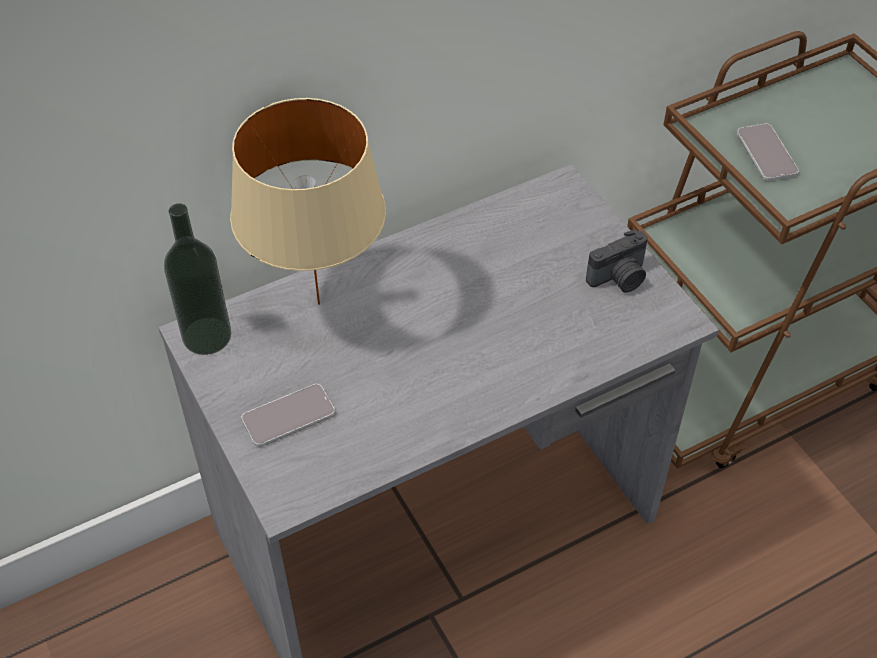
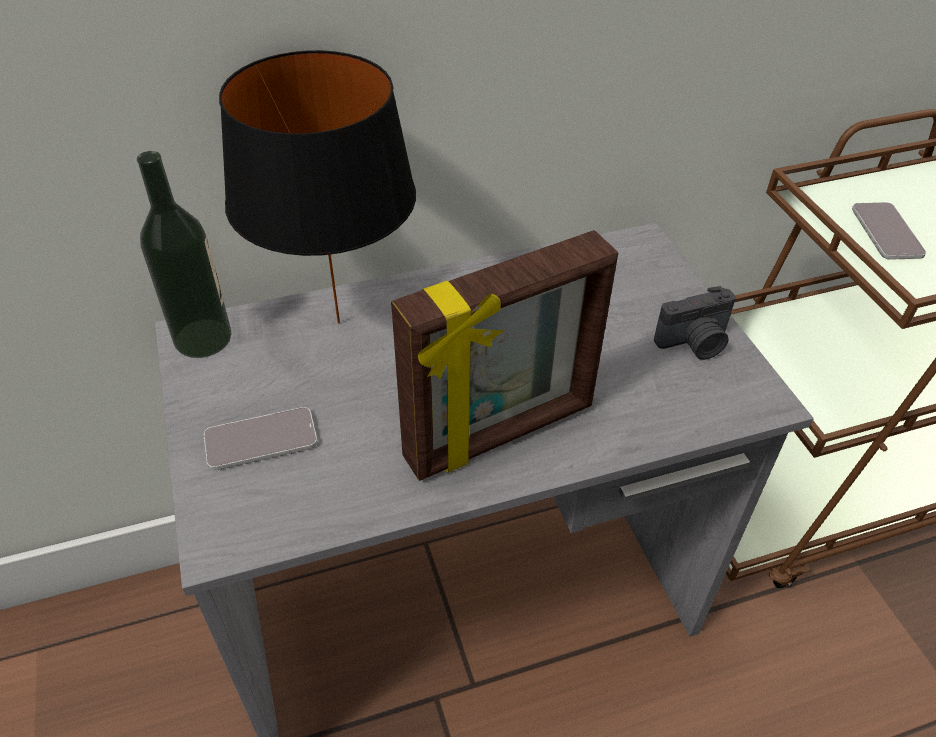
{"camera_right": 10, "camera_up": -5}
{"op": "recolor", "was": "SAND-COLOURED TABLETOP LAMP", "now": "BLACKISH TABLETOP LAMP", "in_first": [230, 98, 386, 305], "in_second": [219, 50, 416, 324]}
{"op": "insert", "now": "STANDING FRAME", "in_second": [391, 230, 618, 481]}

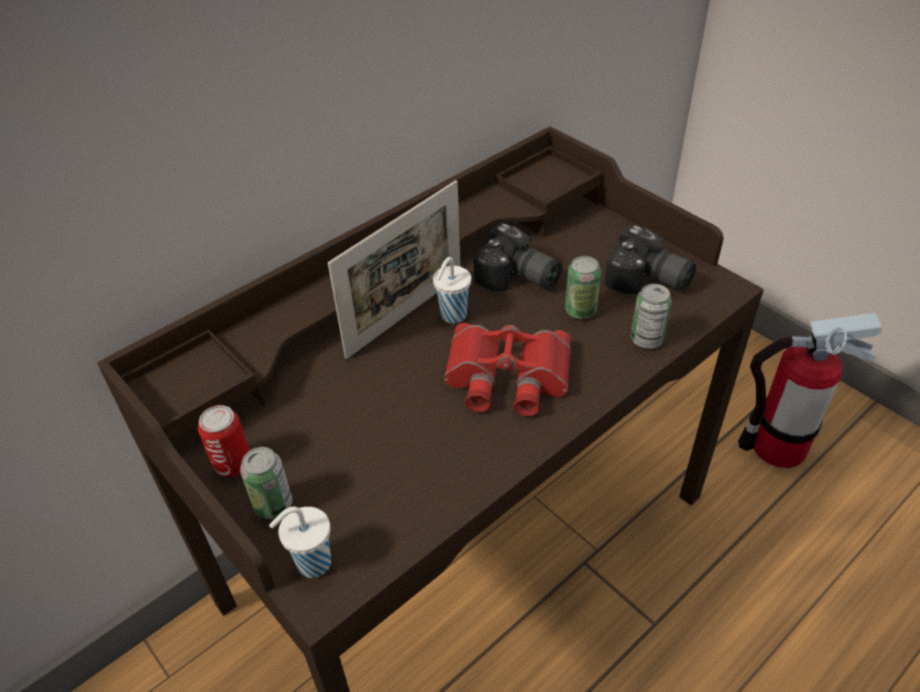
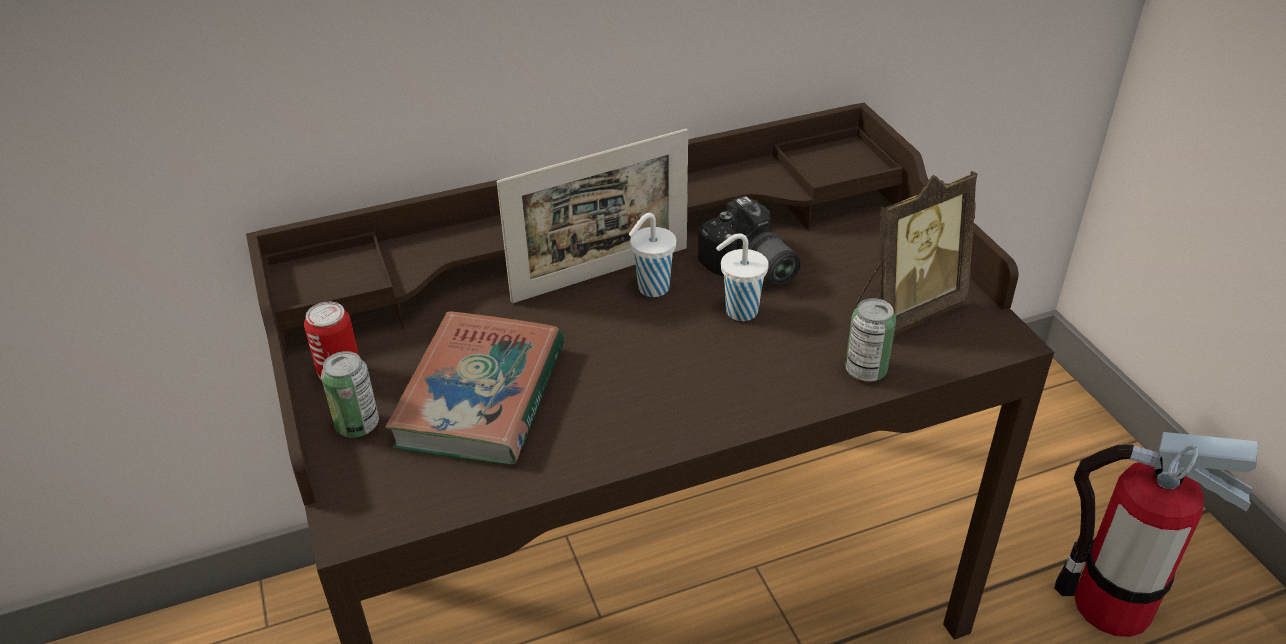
{"camera_right": 20, "camera_up": -5}
{"op": "move", "was": "WHITE-COLOURED SMALL CUP", "in_first": [269, 507, 331, 578], "in_second": [716, 233, 769, 321]}
{"op": "delete", "was": "REDDISH PAIR OF BINOCULARS", "in_first": [444, 323, 571, 416]}
{"op": "delete", "was": "CAN", "in_first": [565, 256, 601, 319]}
{"op": "replace", "was": "PHOTO CAMERA", "now": "STANDING FRAME", "in_first": [604, 225, 696, 294], "in_second": [857, 171, 977, 331]}
{"op": "insert", "now": "VOLUME", "in_second": [385, 311, 564, 465]}

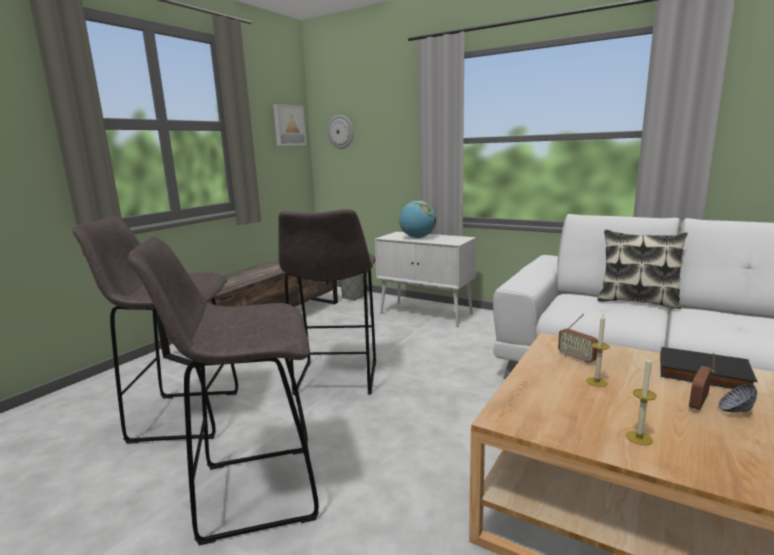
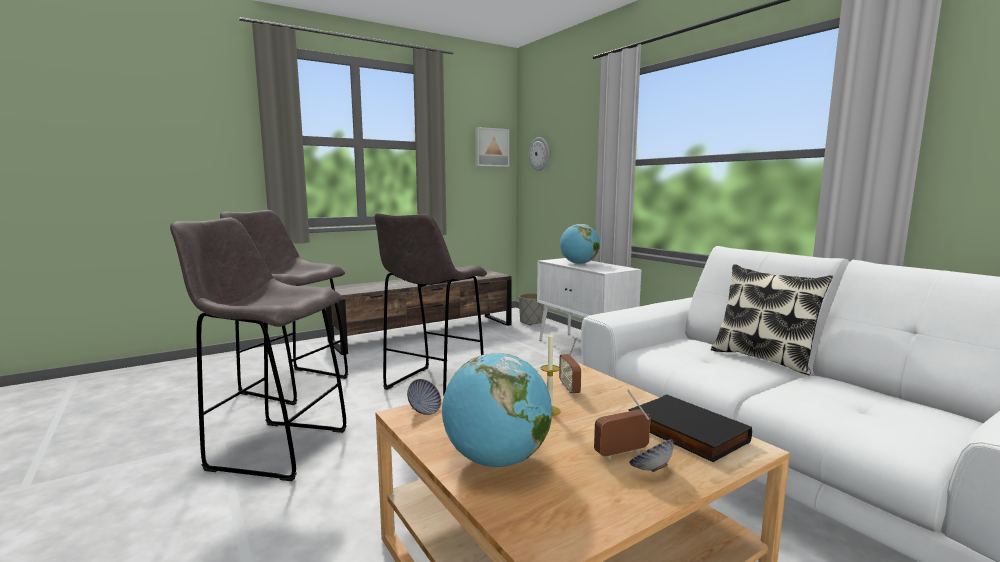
{"camera_right": 25, "camera_up": -5}
{"op": "replace", "was": "CANDLE", "now": "WORLD GLOBE", "in_first": [626, 355, 657, 445], "in_second": [442, 353, 552, 467]}
{"op": "insert", "now": "SERVING BOWL", "in_second": [407, 379, 441, 415]}

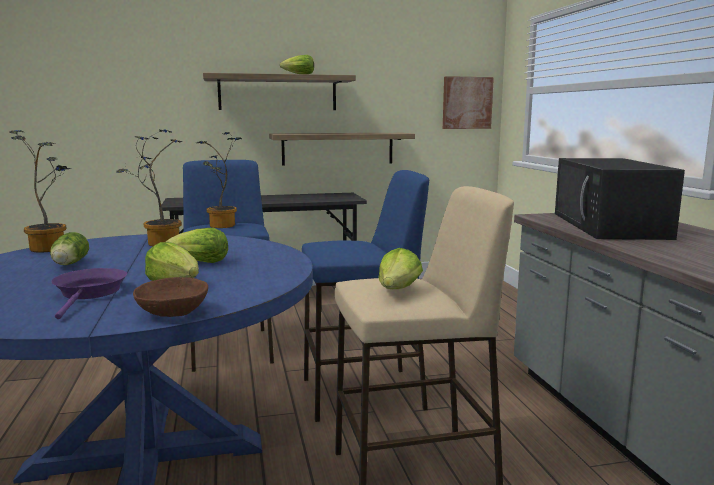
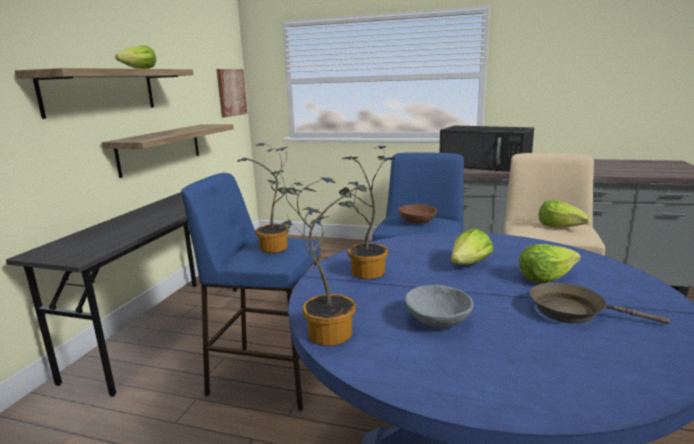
{"camera_right": -60, "camera_up": 5}
{"op": "replace", "was": "LETTUCE", "now": "GREY SERVING BOWL", "in_first": [50, 232, 89, 265], "in_second": [405, 285, 473, 328]}
{"op": "recolor", "was": "PURPLE-COLOURED SKILLET", "now": "BROWN SKILLET", "in_first": [51, 268, 127, 319], "in_second": [530, 283, 670, 324]}
{"op": "move", "was": "BROWN SERVING BOWL", "in_first": [133, 277, 208, 317], "in_second": [398, 204, 437, 224]}

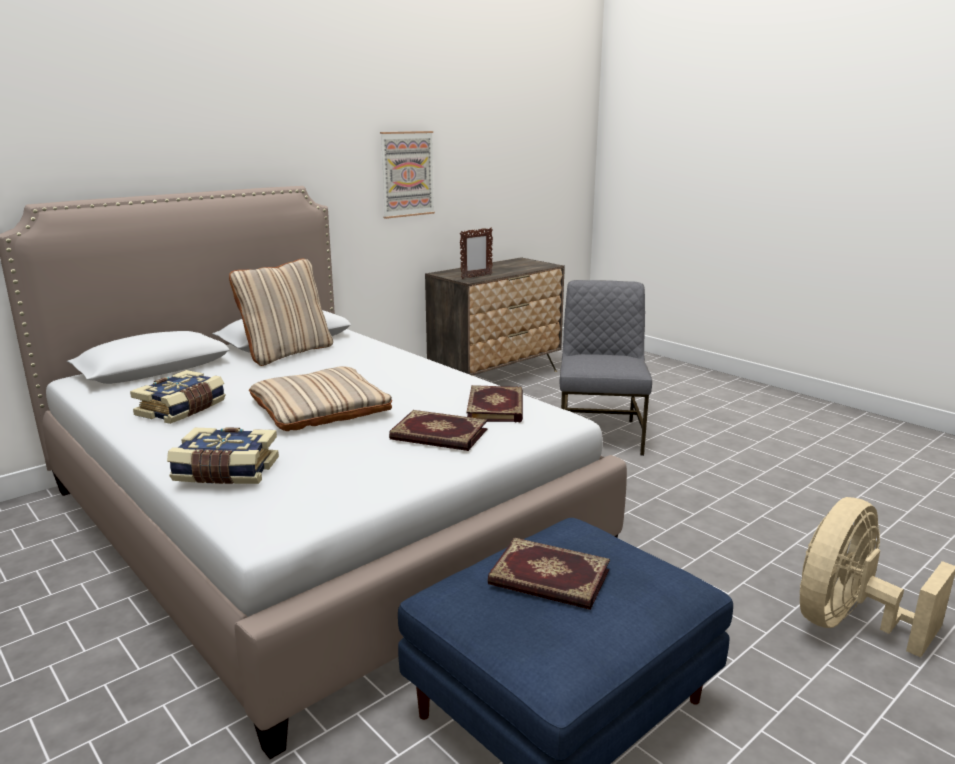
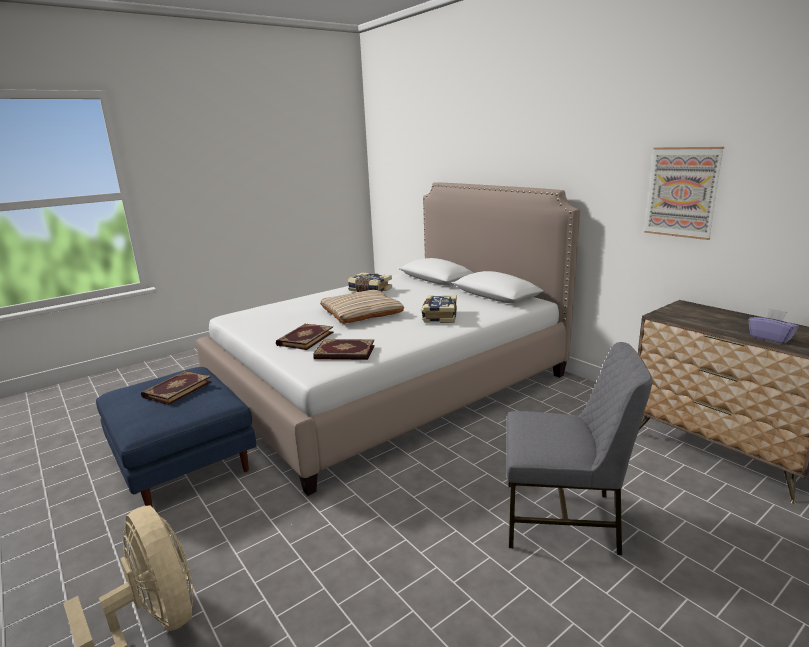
{"camera_right": 95, "camera_up": 0}
{"op": "move", "was": "VOLUME", "in_first": [167, 427, 279, 484], "in_second": [422, 295, 457, 323]}
{"op": "delete", "was": "SAND-COLOURED THROW PILLOW", "in_first": [229, 259, 333, 366]}
{"op": "delete", "was": "STANDING FRAME", "in_first": [460, 227, 493, 279]}
{"op": "insert", "now": "PURPLE-COLOURED TISSUE HOLDER", "in_second": [749, 308, 799, 344]}

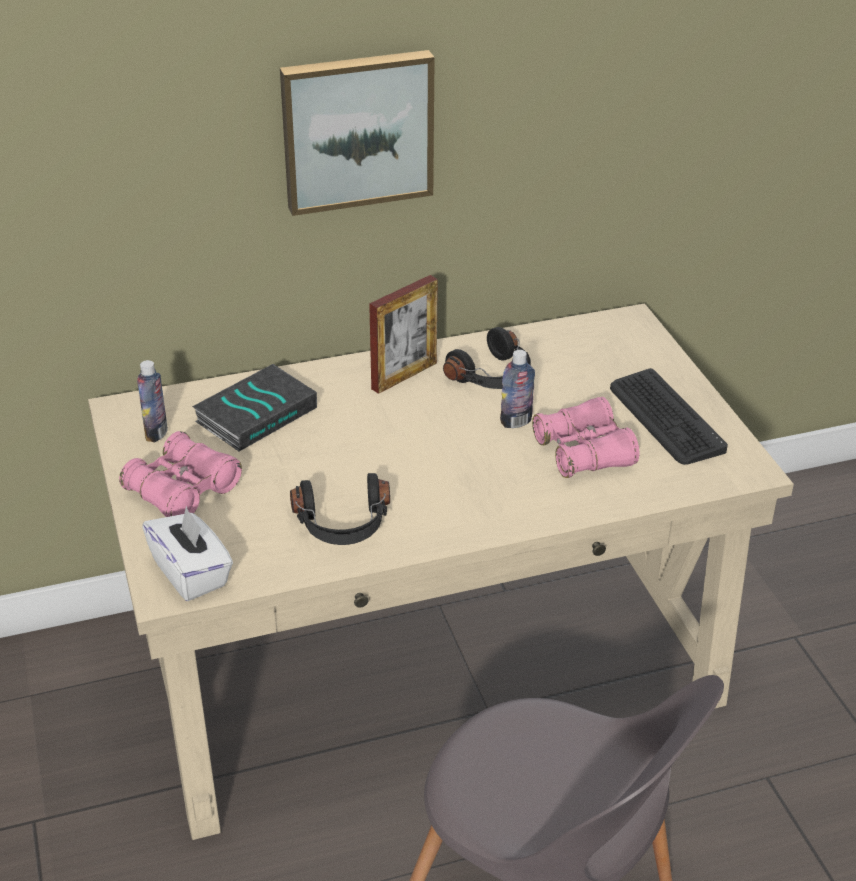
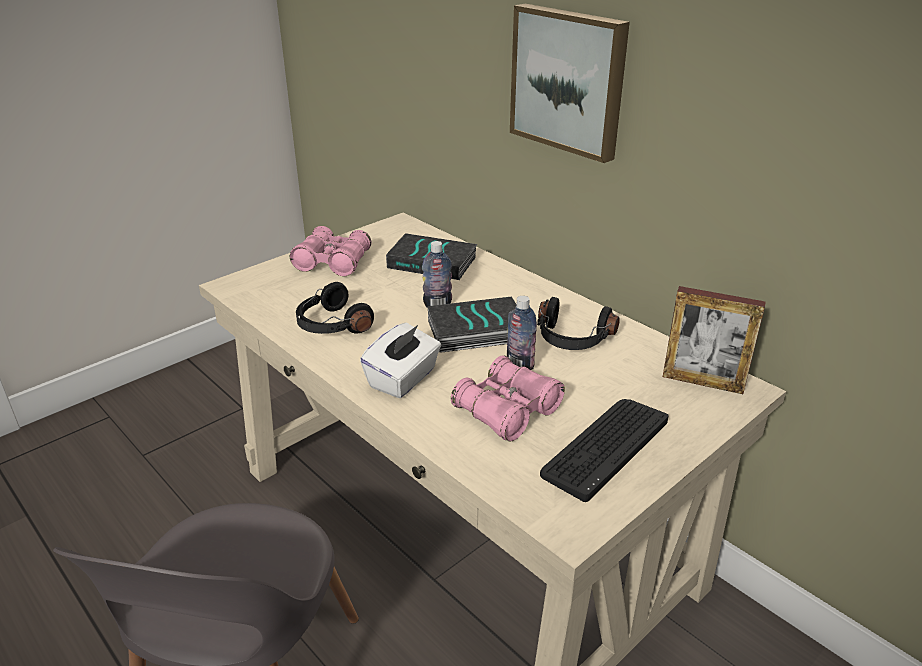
{"camera_right": 65, "camera_up": -5}
{"op": "move", "was": "DRINK BOTTLE", "in_first": [137, 360, 168, 442], "in_second": [422, 241, 452, 308]}
{"op": "move", "was": "WHITE-COLOURED TISSUE HOLDER", "in_first": [142, 506, 233, 601], "in_second": [360, 323, 441, 398]}
{"op": "move", "was": "STANDING FRAME", "in_first": [369, 275, 438, 394], "in_second": [663, 286, 766, 394]}
{"op": "insert", "now": "VOLUME", "in_second": [428, 297, 516, 353]}

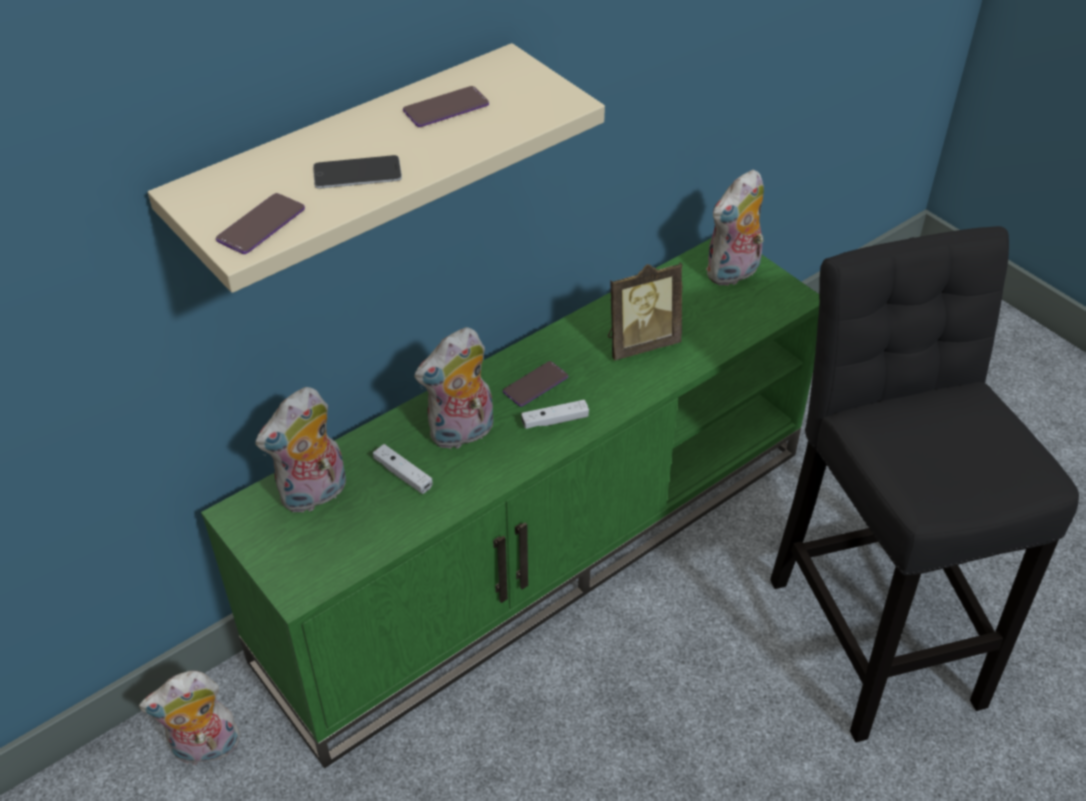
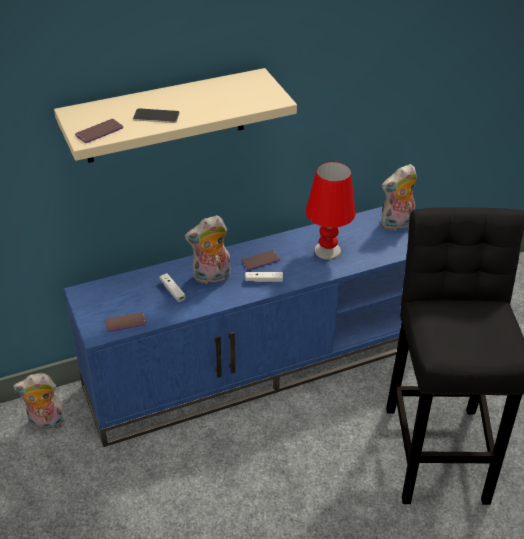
{"camera_right": 15, "camera_up": -5}
{"op": "recolor", "was": "GREEN TV UNIT", "now": "BLUISH TV UNIT", "in_first": [201, 238, 819, 768], "in_second": [64, 207, 409, 447]}
{"op": "delete", "was": "SOFT TOY", "in_first": [255, 387, 346, 512]}
{"op": "move", "was": "HANDSET", "in_first": [403, 86, 489, 127], "in_second": [105, 312, 146, 332]}
{"op": "replace", "was": "STANDING FRAME", "now": "REDDISH TABLETOP LAMP", "in_first": [608, 262, 683, 360], "in_second": [306, 162, 356, 260]}

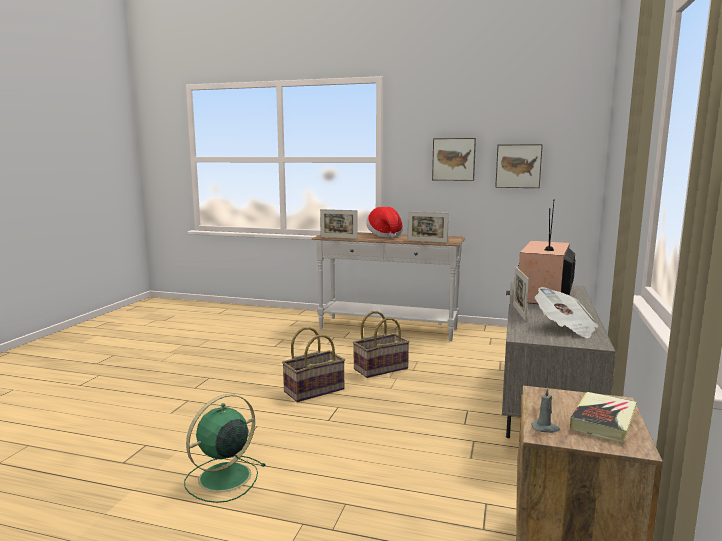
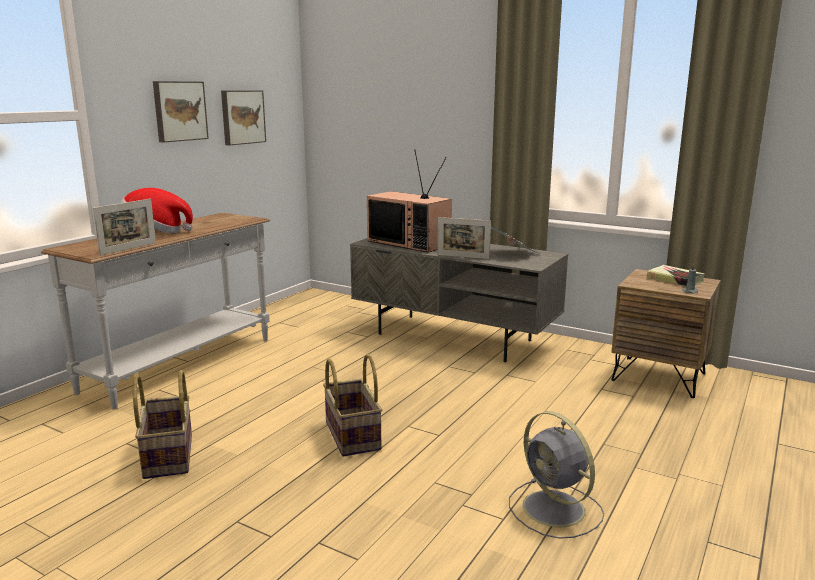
{"camera_right": -75, "camera_up": 5}
{"op": "recolor", "was": "GREEN ELECTRIC FAN", "now": "GREY ELECTRIC FAN", "in_first": [184, 394, 265, 503], "in_second": [509, 412, 604, 539]}
{"op": "move", "was": "STORAGE BASKET", "in_first": [353, 311, 410, 378], "in_second": [133, 370, 192, 479]}
{"op": "delete", "was": "STANDING FRAME", "in_first": [408, 211, 449, 243]}

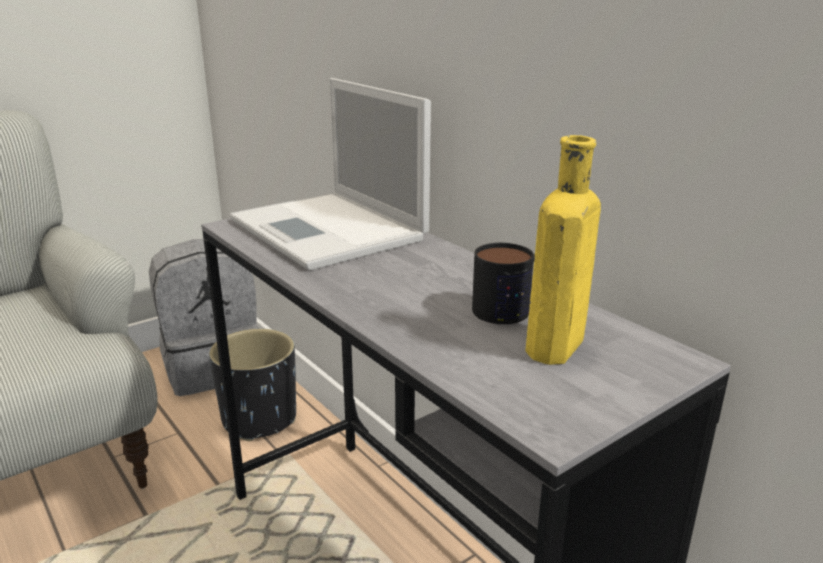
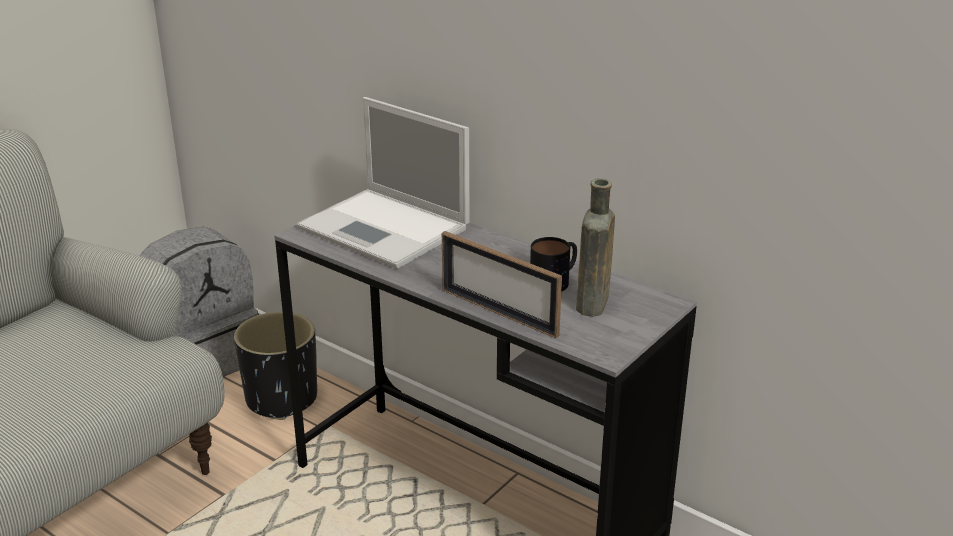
{"camera_right": -15, "camera_up": 5}
{"op": "recolor", "was": "YELLOWISH DRINK BOTTLE", "now": "BROWN DRINK BOTTLE", "in_first": [526, 135, 601, 365], "in_second": [576, 178, 615, 317]}
{"op": "insert", "now": "STANDING FRAME", "in_second": [442, 231, 562, 338]}

